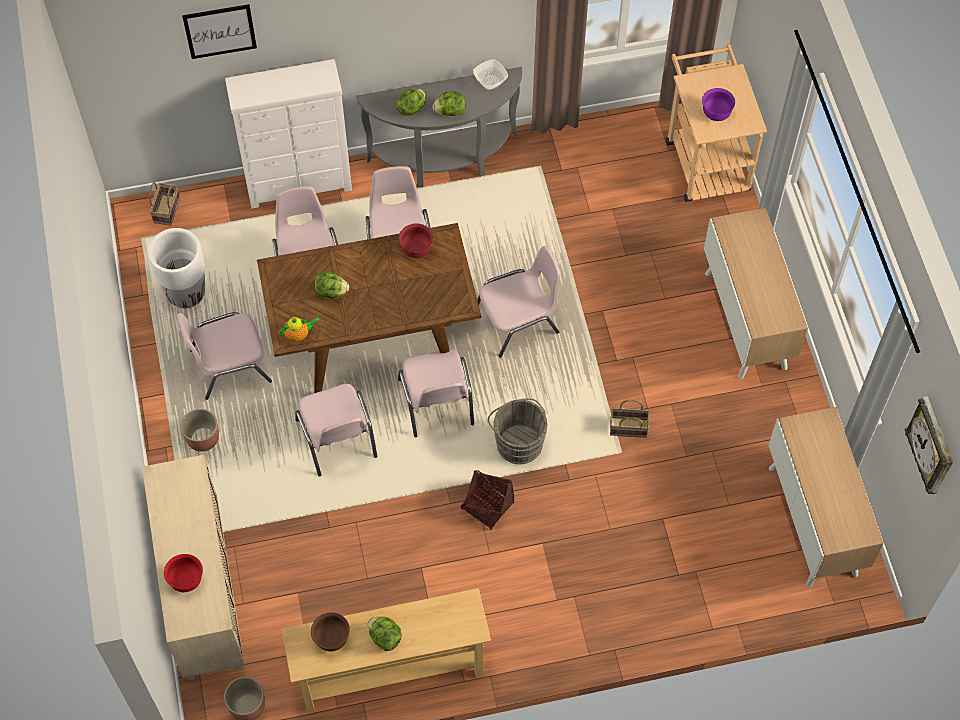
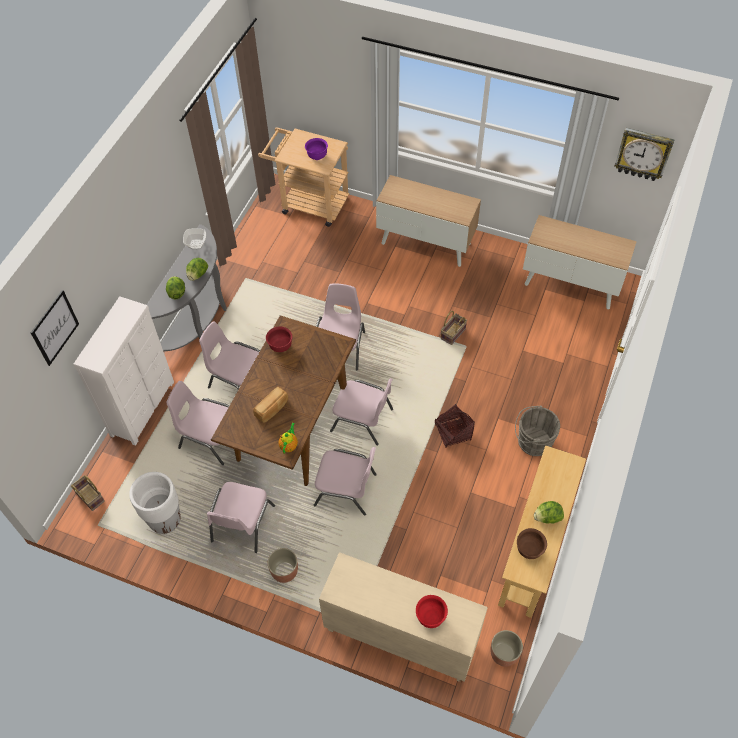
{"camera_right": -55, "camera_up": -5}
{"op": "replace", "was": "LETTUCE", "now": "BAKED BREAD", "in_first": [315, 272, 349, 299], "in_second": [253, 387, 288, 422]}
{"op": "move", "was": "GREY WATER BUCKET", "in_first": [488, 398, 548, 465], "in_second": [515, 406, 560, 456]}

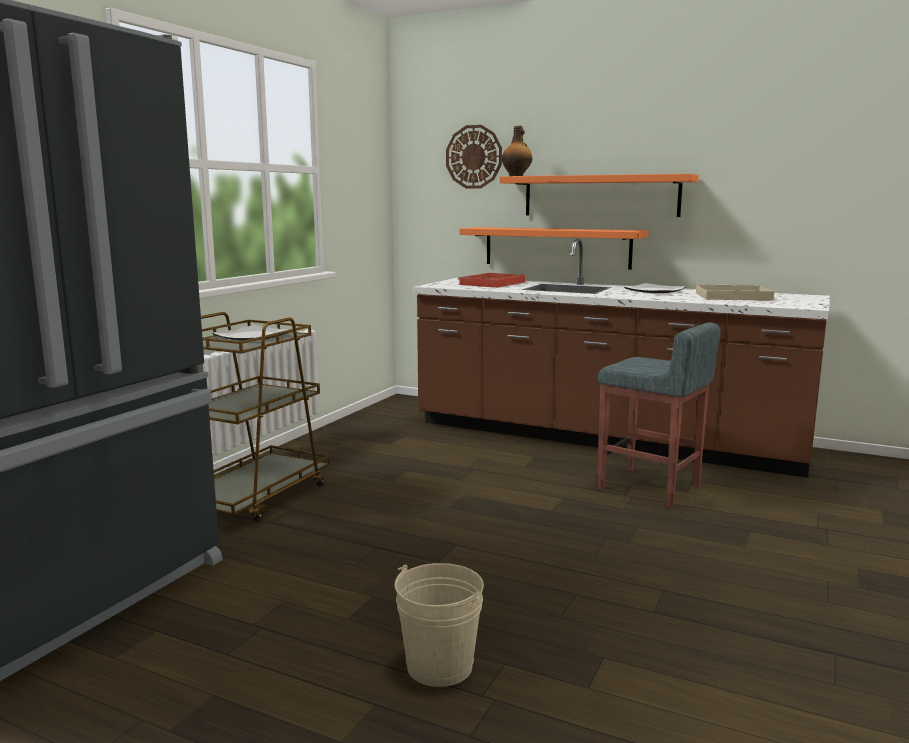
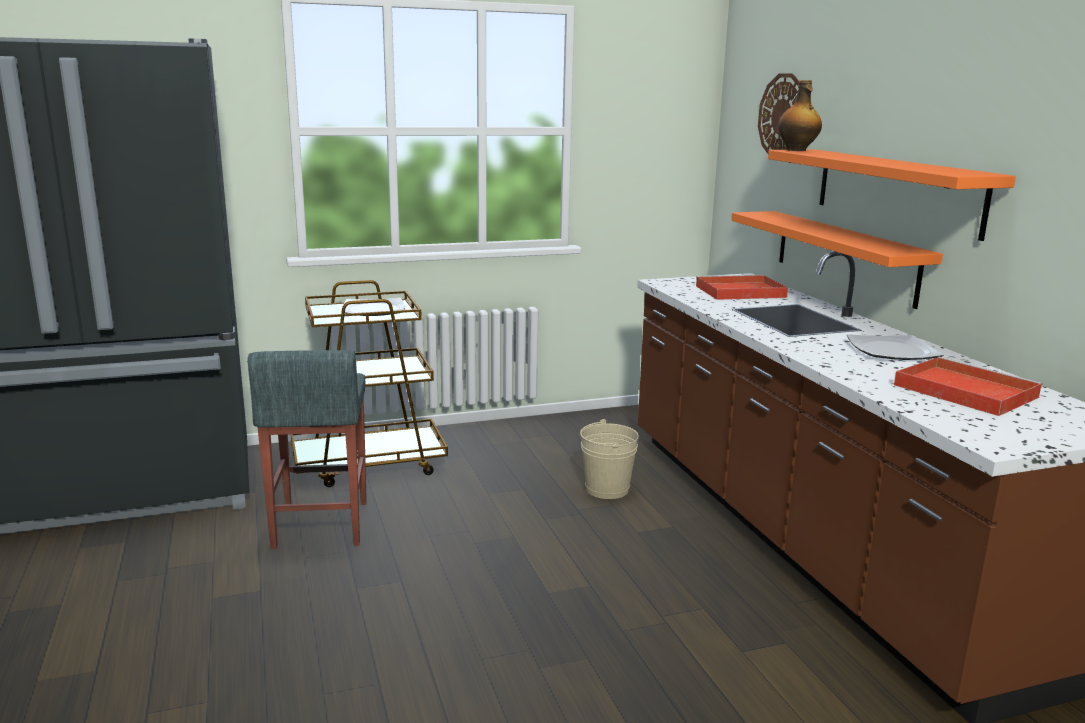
{"camera_right": 45, "camera_up": 5}
{"op": "move", "was": "SAND-COLOURED WATER BUCKET", "in_first": [395, 563, 484, 687], "in_second": [580, 419, 639, 499]}
{"op": "move", "was": "GREY SITTING STOOL", "in_first": [597, 322, 721, 508], "in_second": [247, 350, 367, 549]}
{"op": "recolor", "was": "SAND-COLOURED CARRYING TRAY", "now": "REDDISH CARRYING TRAY", "in_first": [696, 285, 774, 301], "in_second": [894, 357, 1043, 416]}

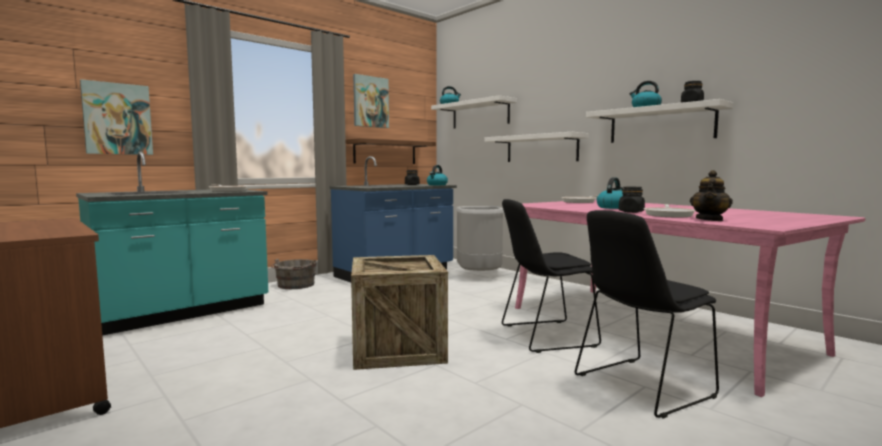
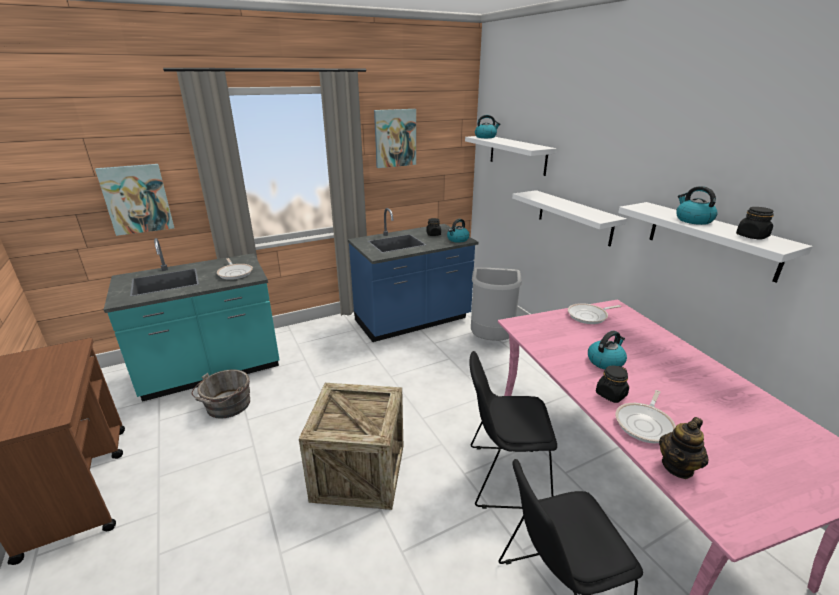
{"camera_right": 15, "camera_up": 20}
{"op": "move", "was": "GREY WATER BUCKET", "in_first": [271, 259, 317, 289], "in_second": [192, 369, 250, 418]}
{"op": "delete", "was": "BROWN WALL SHELF", "in_first": [345, 138, 436, 164]}

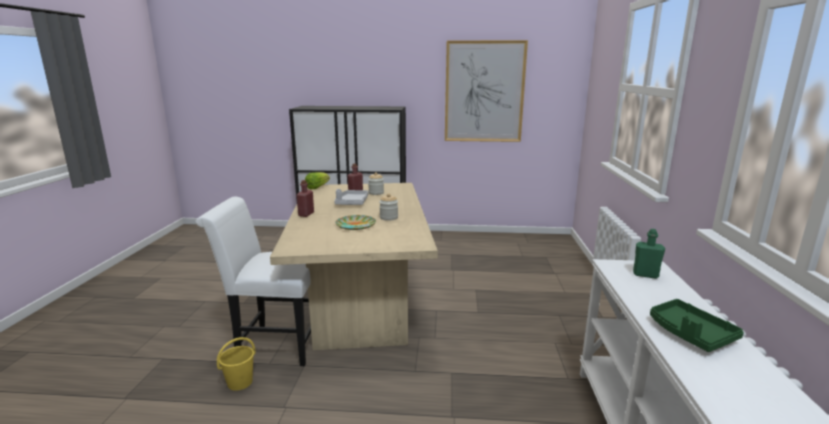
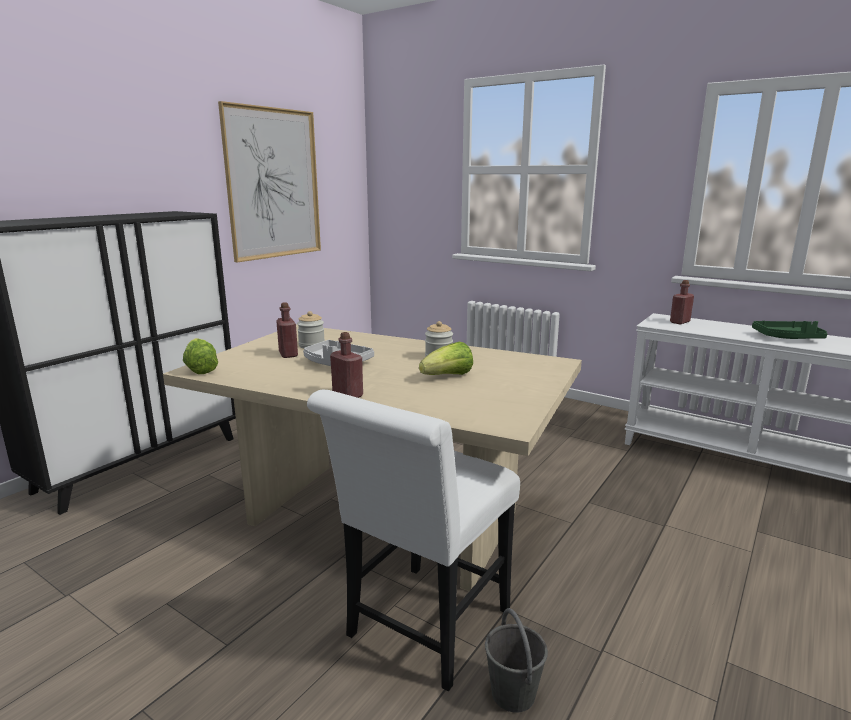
{"camera_right": -60, "camera_up": 0}
{"op": "recolor", "was": "YELLOWISH WATER BUCKET", "now": "GREY WATER BUCKET", "in_first": [217, 337, 256, 391], "in_second": [485, 608, 548, 713]}
{"op": "replace", "was": "PLATE", "now": "LETTUCE", "in_first": [335, 215, 376, 230], "in_second": [419, 342, 473, 375]}
{"op": "recolor", "was": "GREEN DRINK BOTTLE", "now": "REDDISH DRINK BOTTLE", "in_first": [633, 229, 665, 279], "in_second": [670, 280, 694, 324]}

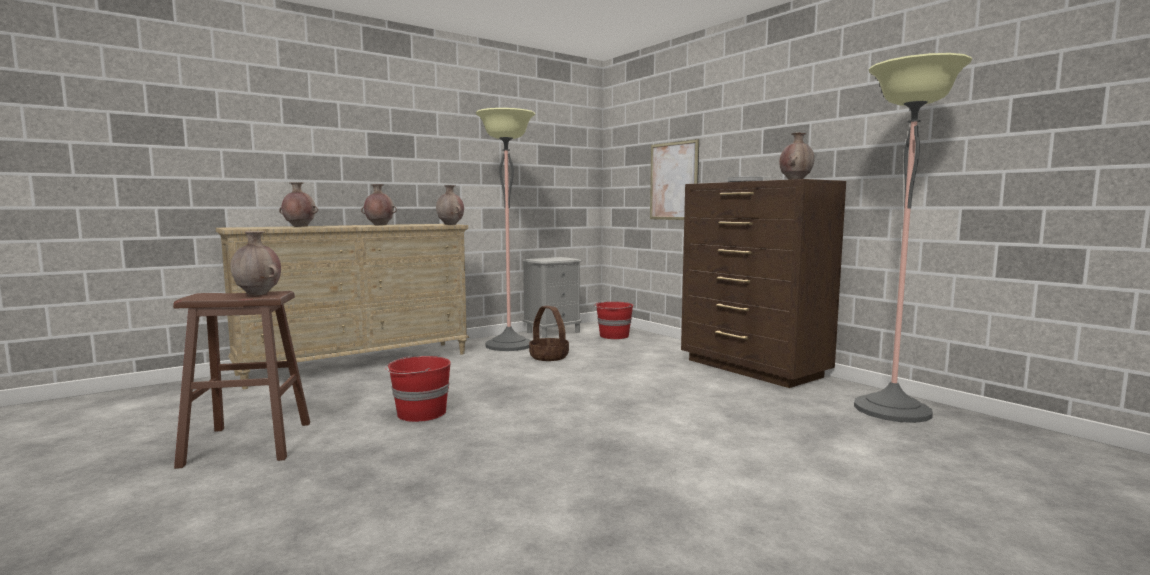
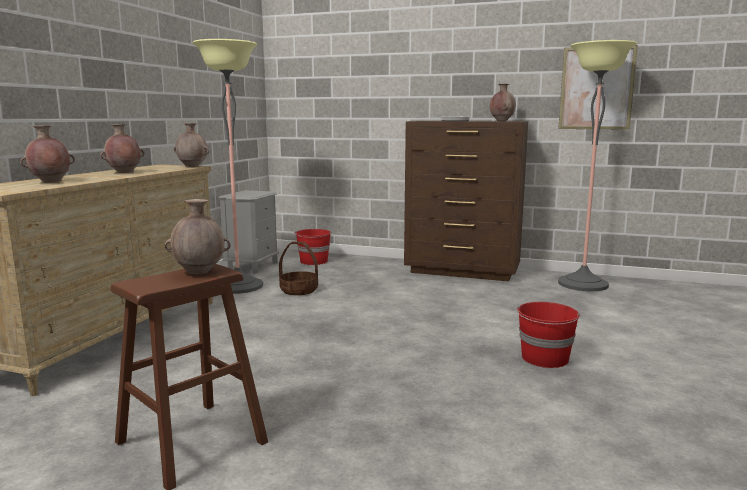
{"camera_right": -35, "camera_up": 5}
{"op": "move", "was": "REDDISH WATER BUCKET", "in_first": [385, 355, 451, 422], "in_second": [516, 302, 580, 368]}
{"op": "move", "was": "PICTURE", "in_first": [650, 139, 699, 220], "in_second": [558, 45, 638, 130]}

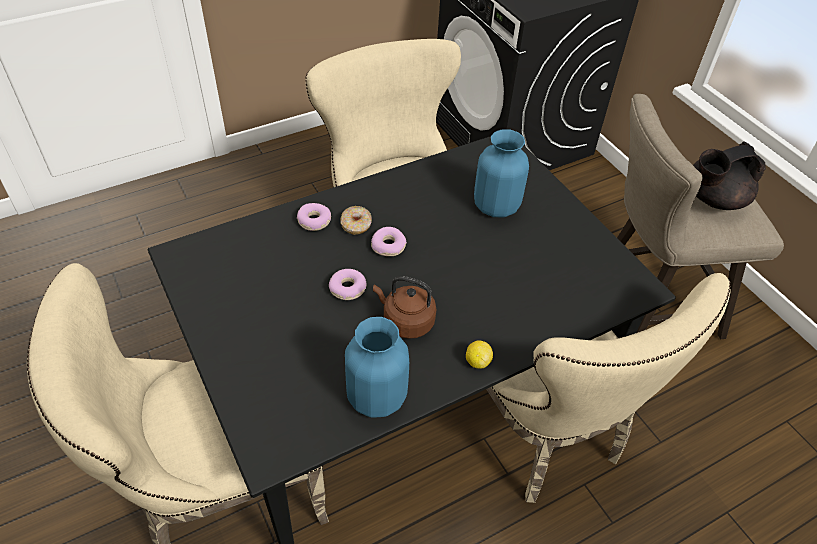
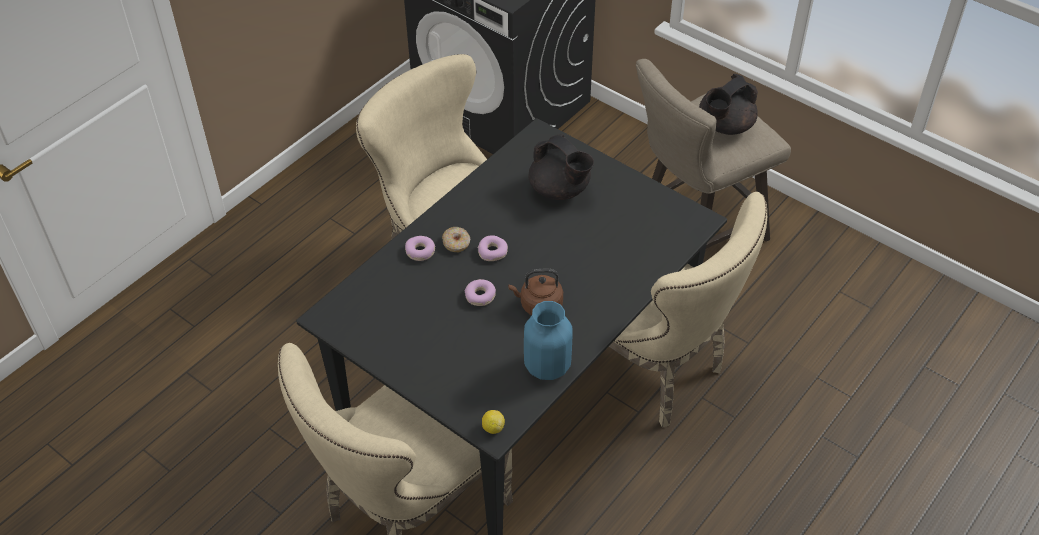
{"camera_right": -20, "camera_up": 0}
{"op": "move", "was": "LEMON", "in_first": [466, 341, 493, 369], "in_second": [482, 410, 505, 434]}
{"op": "replace", "was": "BLUISH FLOWER VASE", "now": "BLACKISH TEAPOT", "in_first": [474, 129, 529, 217], "in_second": [529, 134, 594, 200]}

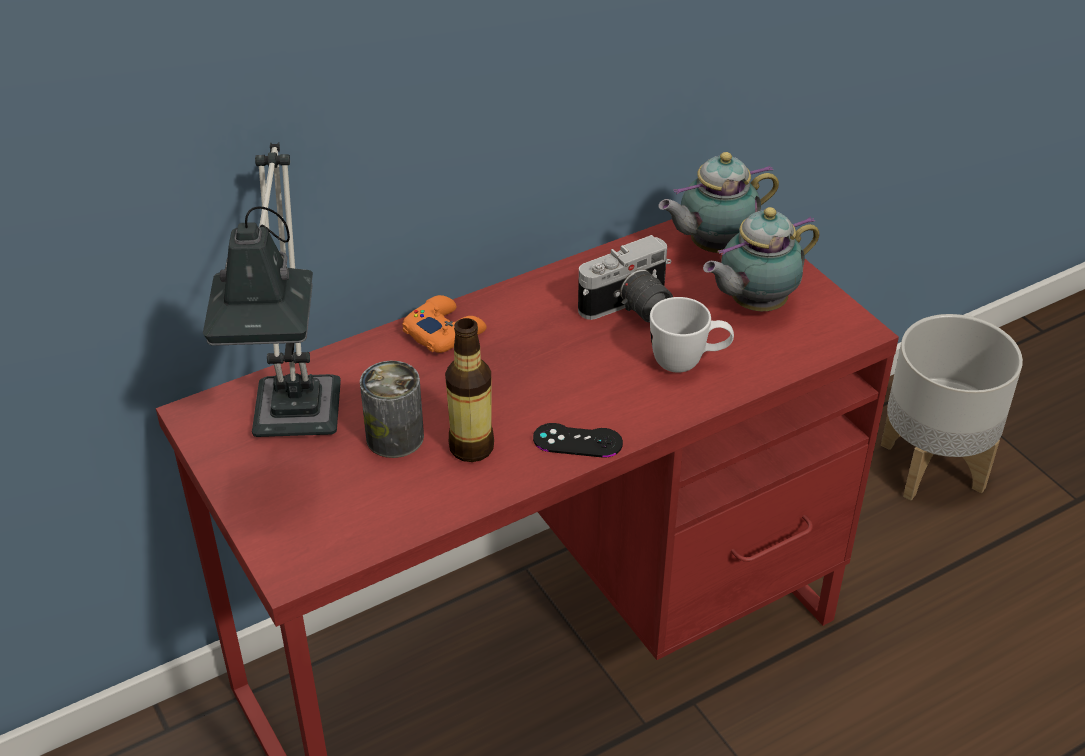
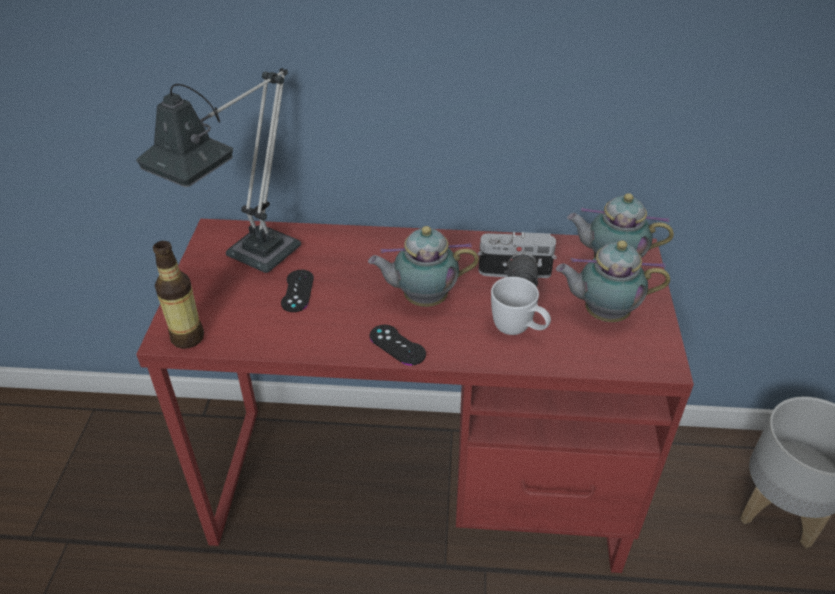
{"camera_right": 35, "camera_up": 0}
{"op": "replace", "was": "CAN", "now": "BLACKISH GAME CONTROLLER", "in_first": [360, 361, 424, 458], "in_second": [281, 270, 314, 312]}
{"op": "delete", "was": "ORANGE-COLOURED GAME CONTROLLER", "in_first": [402, 295, 487, 353]}
{"op": "move", "was": "DRINK BOTTLE", "in_first": [445, 318, 494, 462], "in_second": [153, 241, 204, 349]}
{"op": "insert", "now": "TEAPOT", "in_second": [368, 226, 479, 307]}

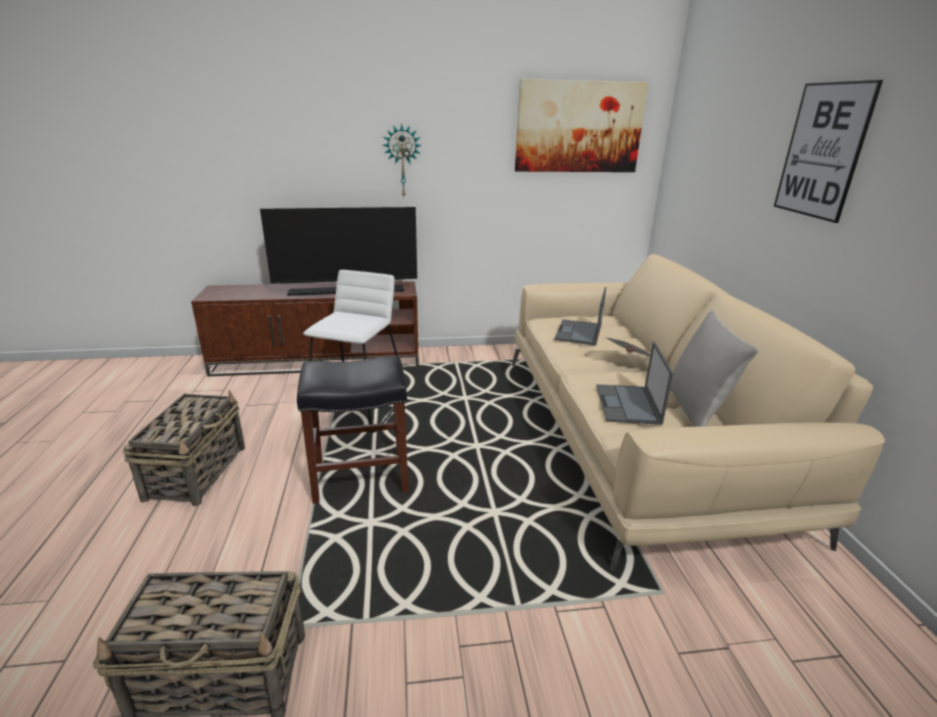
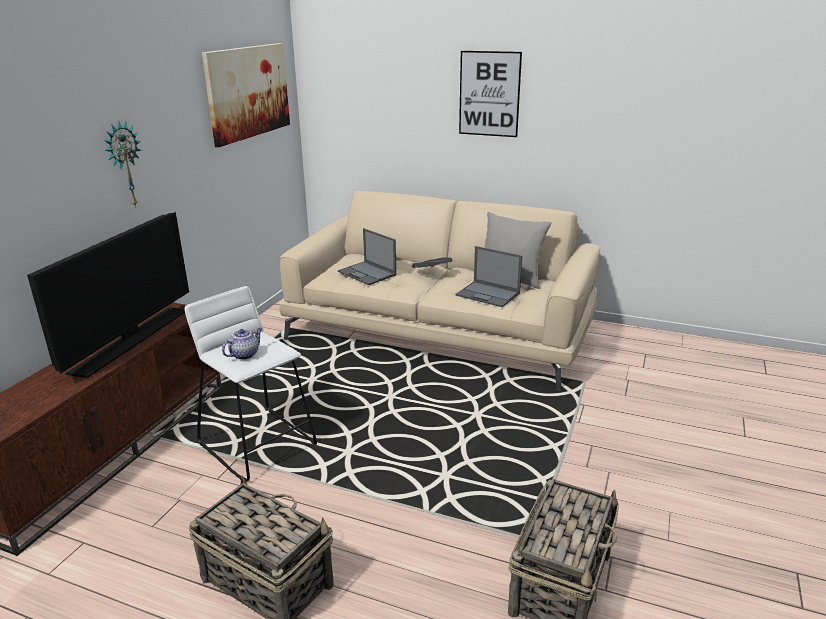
{"camera_right": -60, "camera_up": 0}
{"op": "delete", "was": "BLACKISH SITTING STOOL", "in_first": [297, 355, 408, 504]}
{"op": "insert", "now": "TEAPOT", "in_second": [222, 328, 262, 360]}

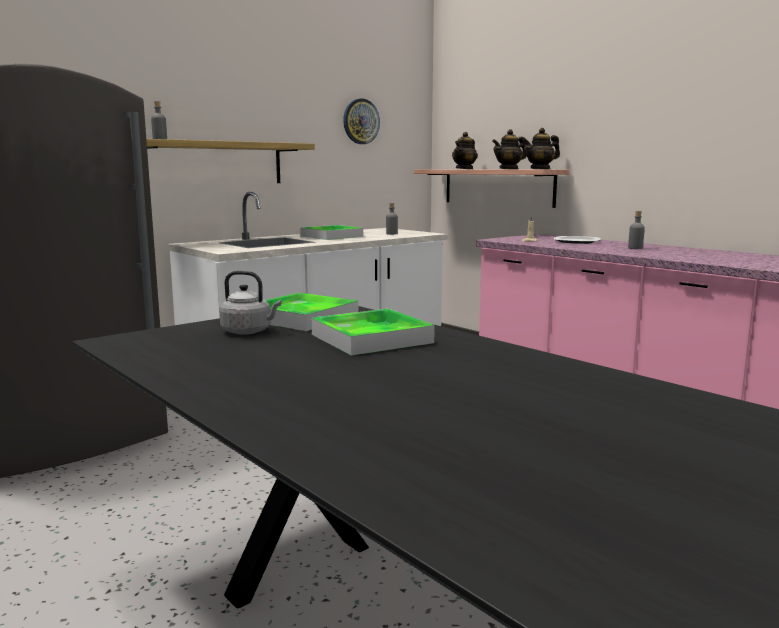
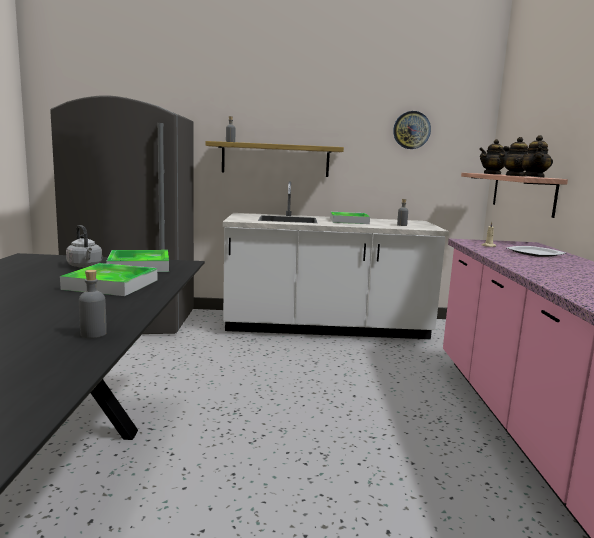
{"camera_right": 40, "camera_up": 0}
{"op": "rotate", "was": "TEAPOT", "in_first": [523, 128, 560, 169], "in_second": [519, 135, 553, 178], "clockwise": -90}
{"op": "move", "was": "GREY DRINK BOTTLE", "in_first": [628, 211, 645, 249], "in_second": [79, 270, 107, 338]}

